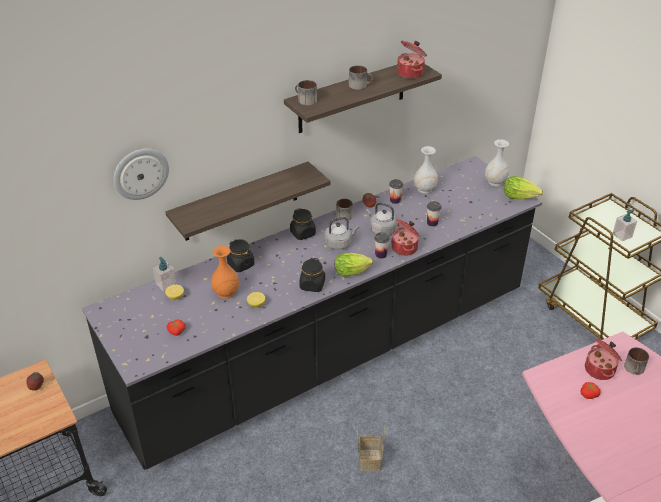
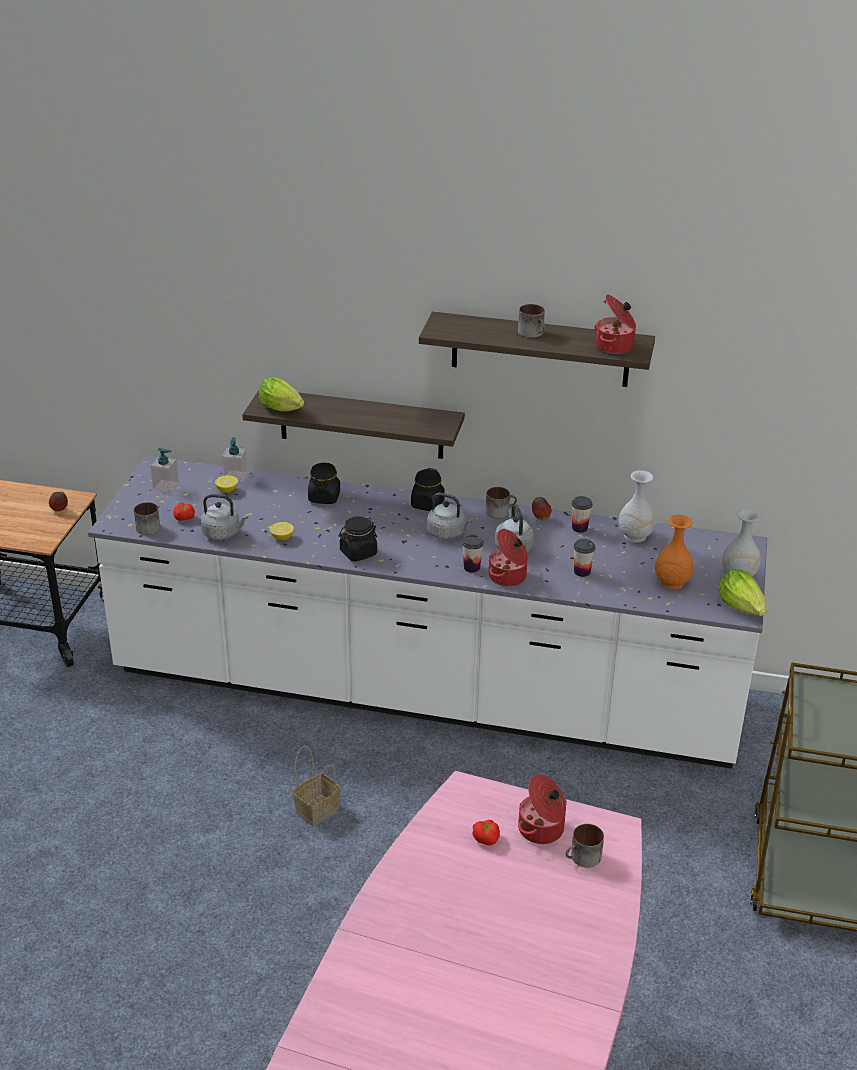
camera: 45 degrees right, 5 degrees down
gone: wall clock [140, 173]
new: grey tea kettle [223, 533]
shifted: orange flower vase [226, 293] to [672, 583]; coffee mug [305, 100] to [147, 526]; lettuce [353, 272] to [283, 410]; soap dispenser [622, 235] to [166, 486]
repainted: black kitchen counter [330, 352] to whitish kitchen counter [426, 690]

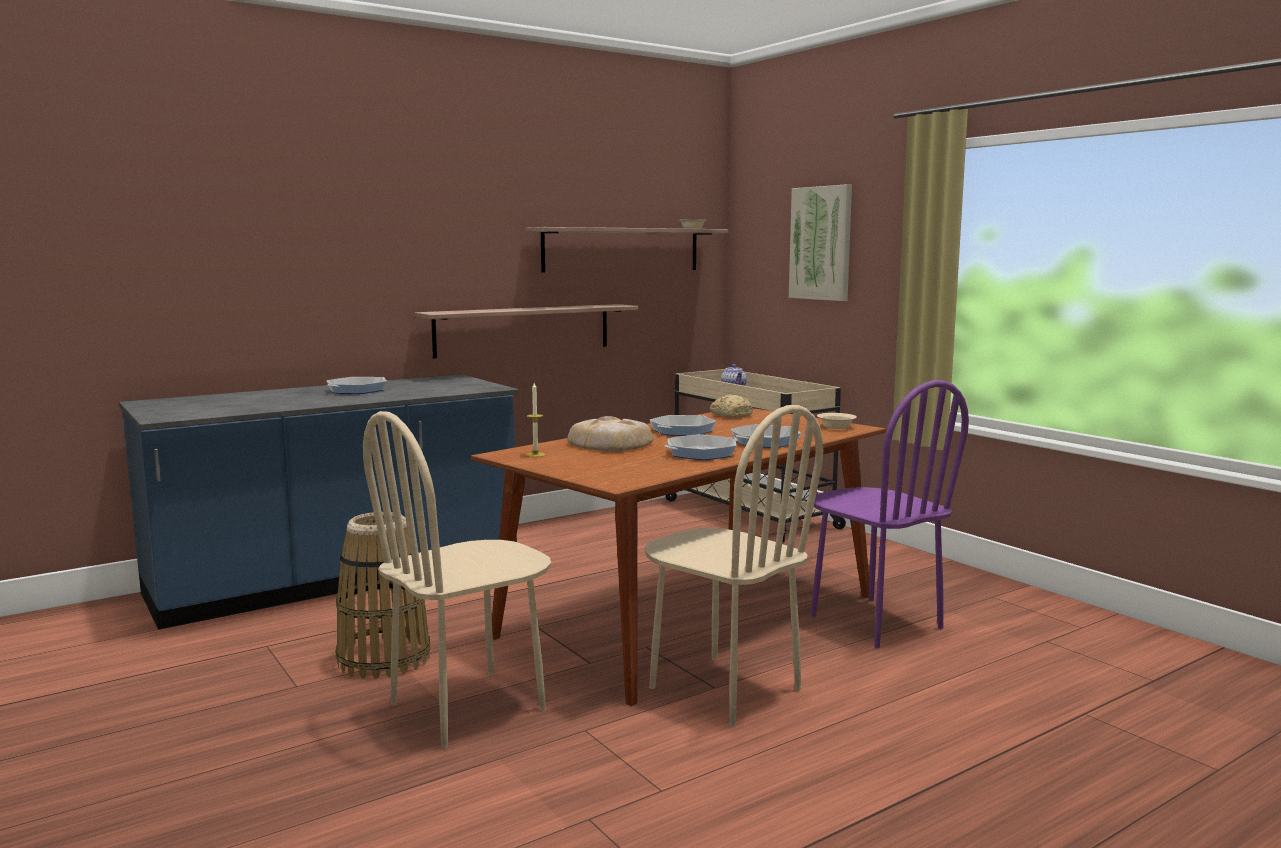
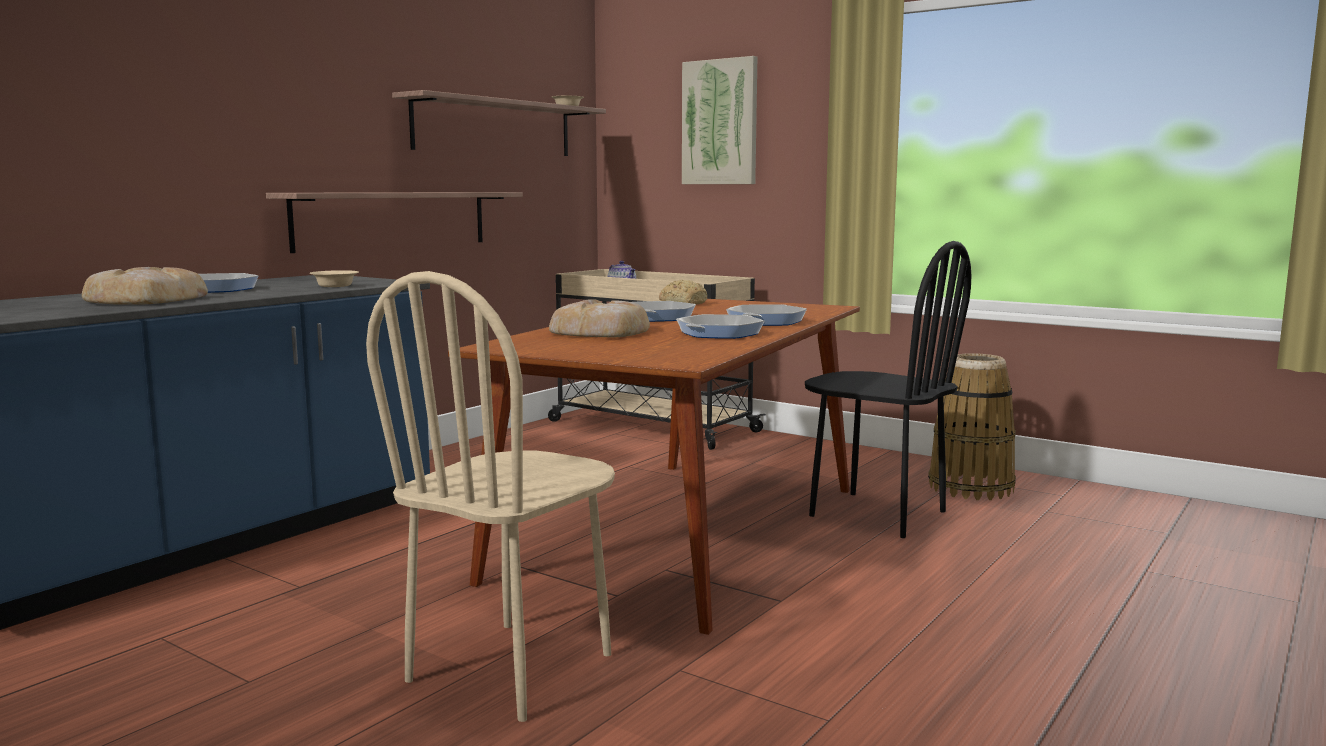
camera: 20 degrees left, 0 degrees up
gone: wax light [535, 455]; sand-coloured plain chair [724, 689]
new: baked bread [144, 300]
shifted: household basket [384, 658] to [970, 487]; sand-coloured bowl [836, 427] to [334, 286]
repainted: purple-coloured plain chair [875, 622] to black plain chair [877, 514]

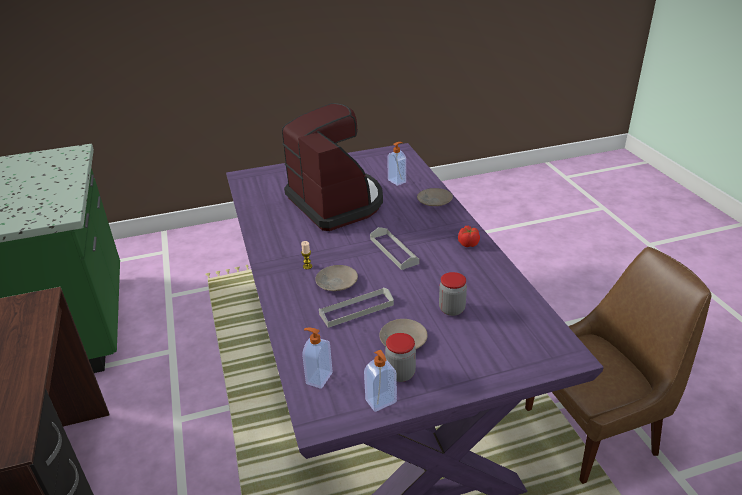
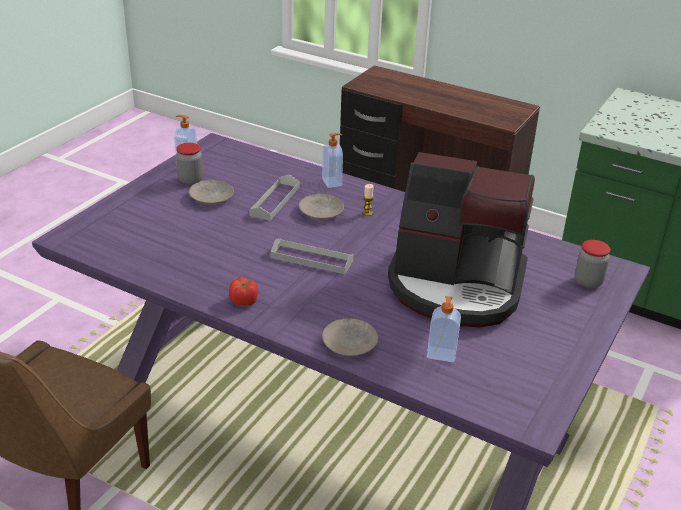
camera: 135 degrees right, 0 degrees up
shifted: soap dispenser [318, 378] to [332, 182]; storage jar [451, 309] to [588, 282]

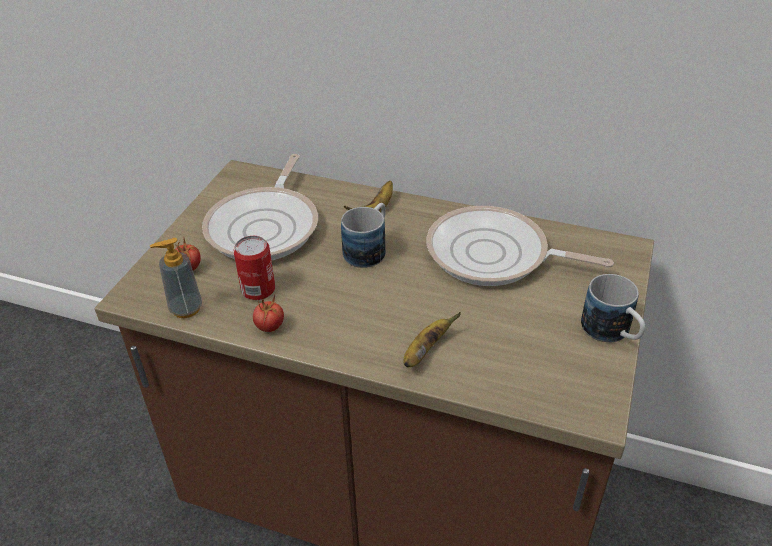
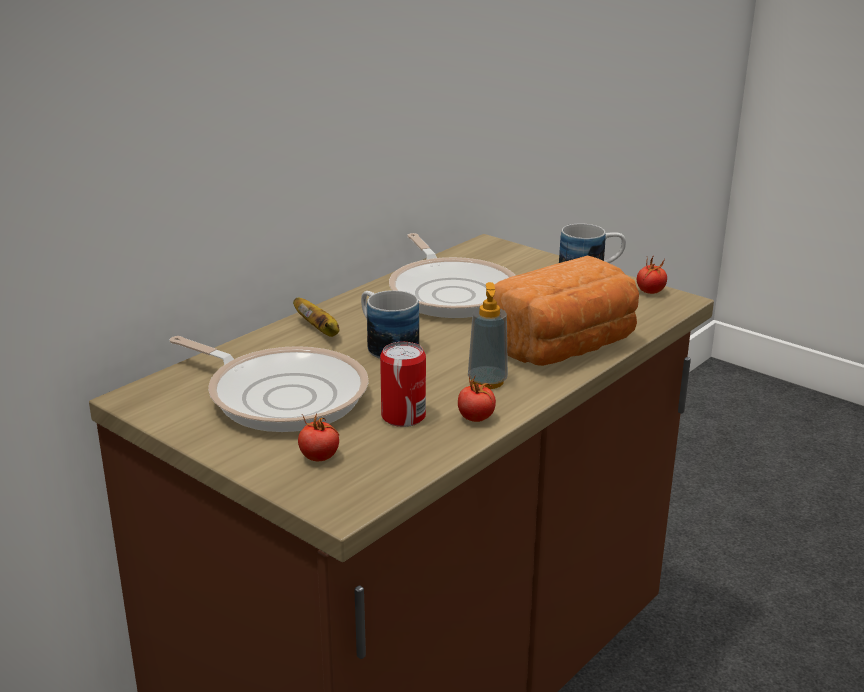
camera: 70 degrees left, 15 degrees down
new: fresh tomato [650, 292]
shifted: soap dispenser [186, 309] to [487, 382]
swapped: whole banana [425, 351] to baked bread [566, 347]
rotated: skillet [494, 255] = [451, 292] 60 degrees counterclockwise

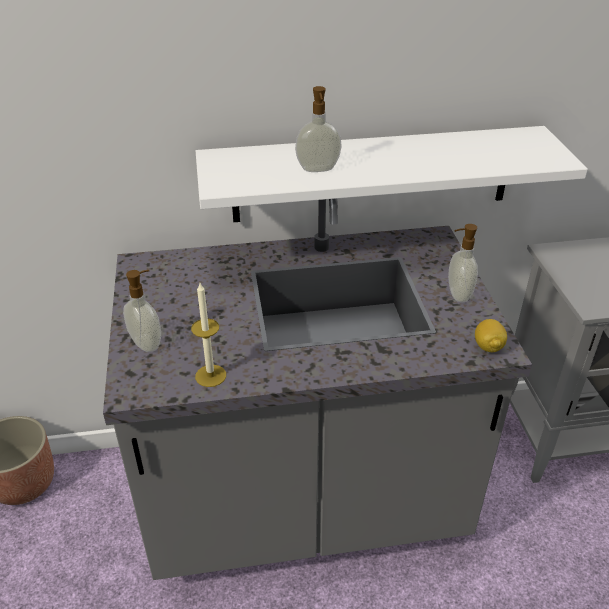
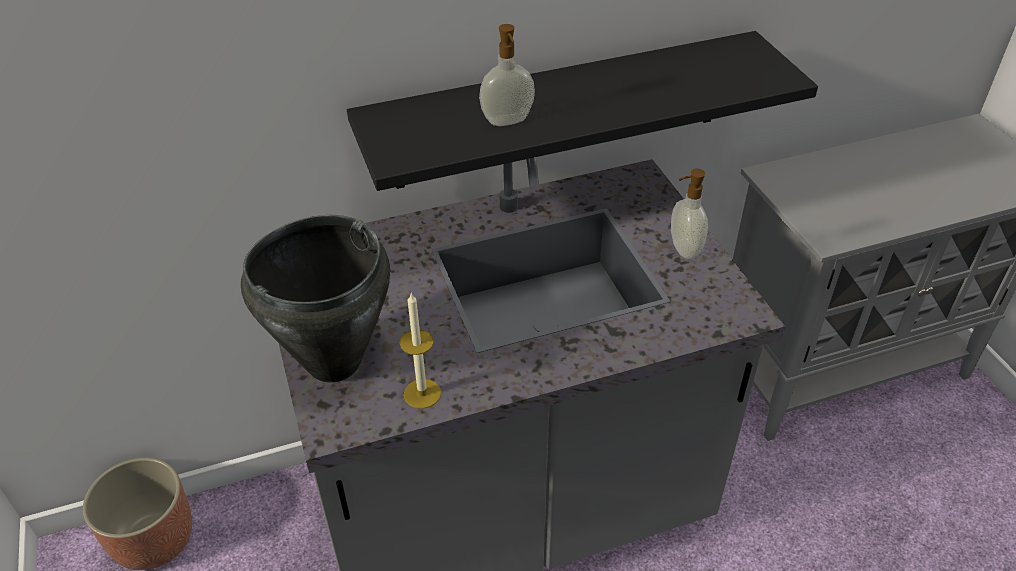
camera: 10 degrees left, 5 degrees up
gone: citrus fruit [488, 346]
swapped: soap dispenser [147, 343] to black cooking pot [332, 362]
repainted: whitish shelf [372, 174] to black shelf [561, 111]

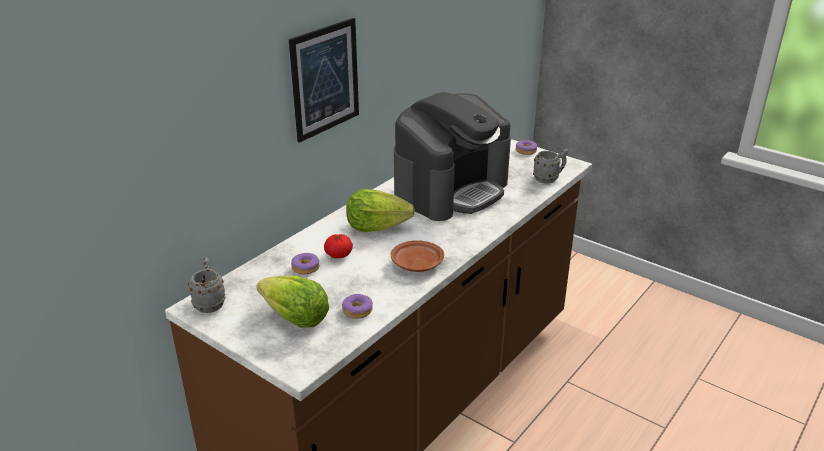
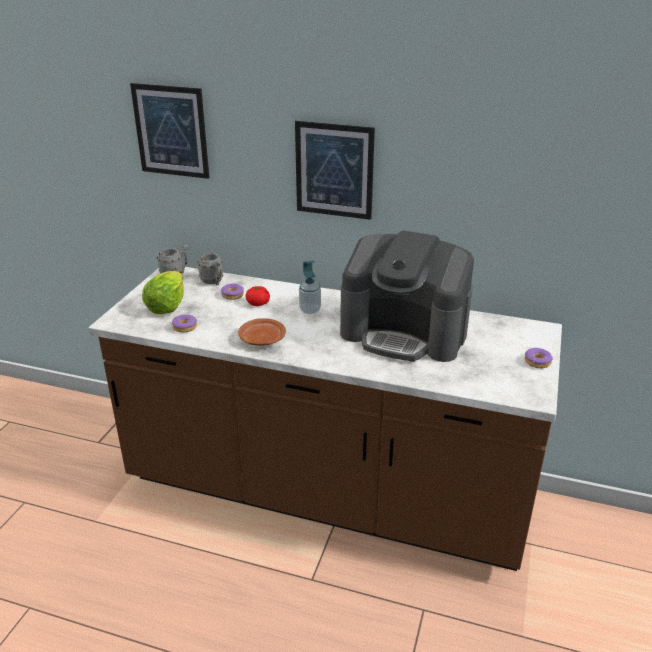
camera: 70 degrees right, 0 degrees up
new: picture [171, 131]
shifted: grey coffee mug [549, 179] to [213, 282]
swapped: lettuce [376, 227] to soap dispenser [310, 310]

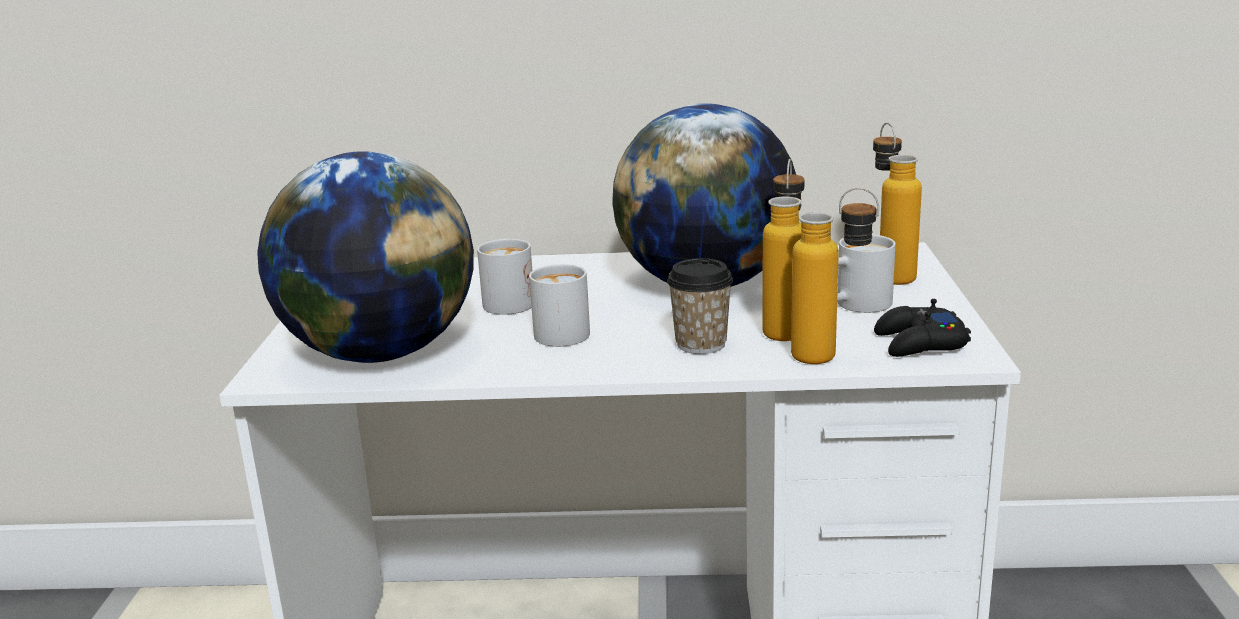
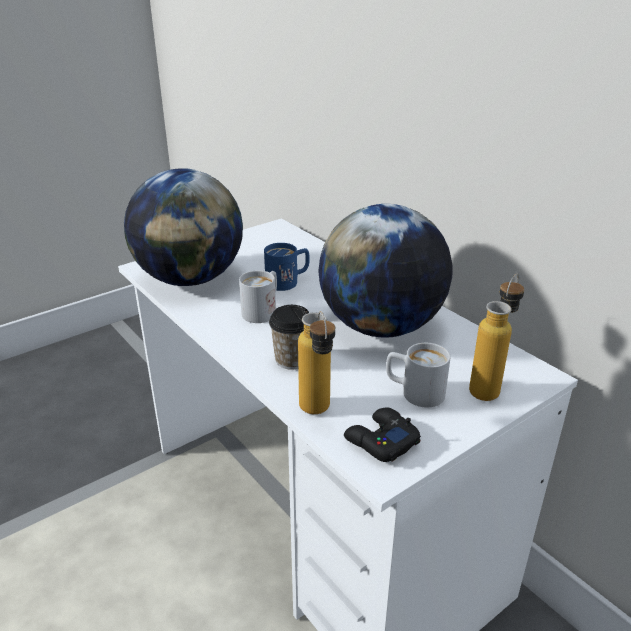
camera: 50 degrees right, 10 degrees up
gone: drink bottle [785, 327]
repainted: whitish coffee mug [512, 300] to blue coffee mug [288, 281]

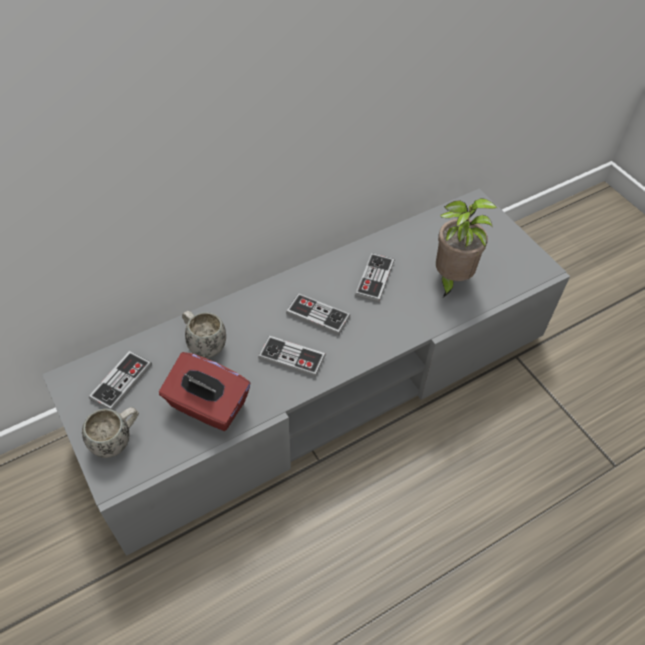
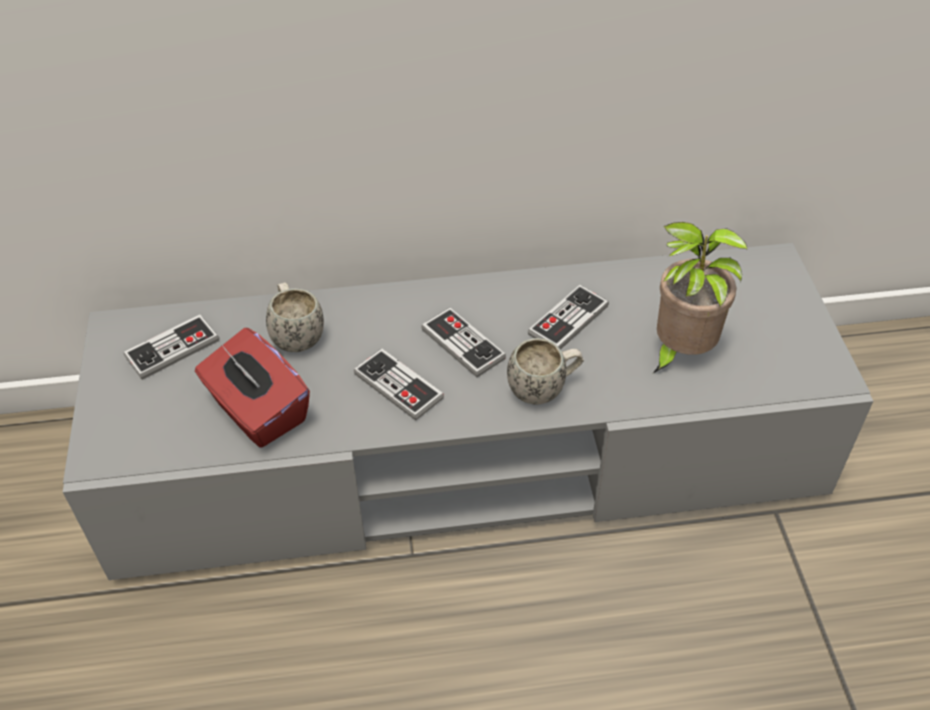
camera: 25 degrees right, 5 degrees down
shifted: whitish coffee mug [117, 439] to [544, 389]

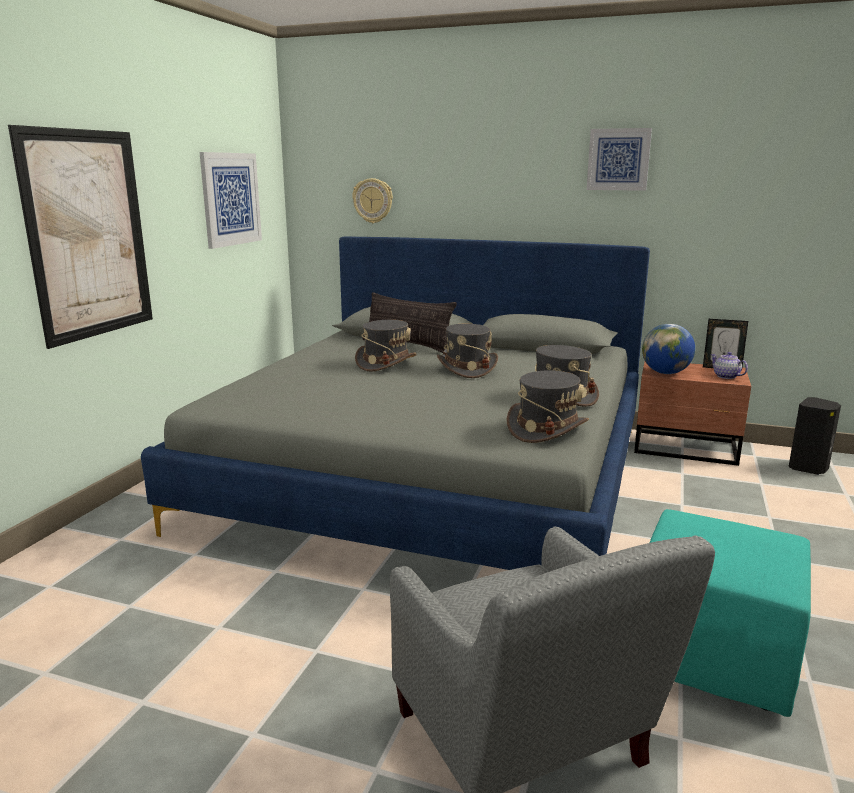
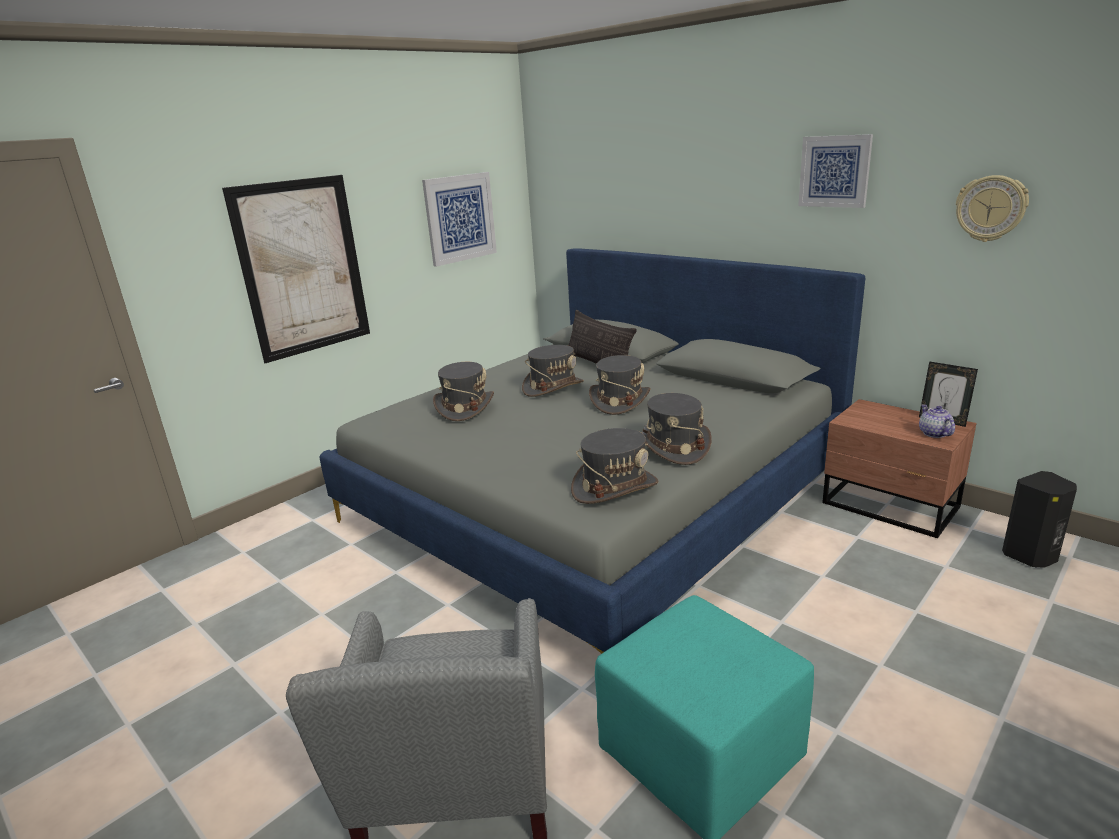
camera: 25 degrees right, 5 degrees up
gone: world globe [665, 373]
new: grey clothing hat [464, 407]
shifted: wall clock [373, 200] to [990, 208]

